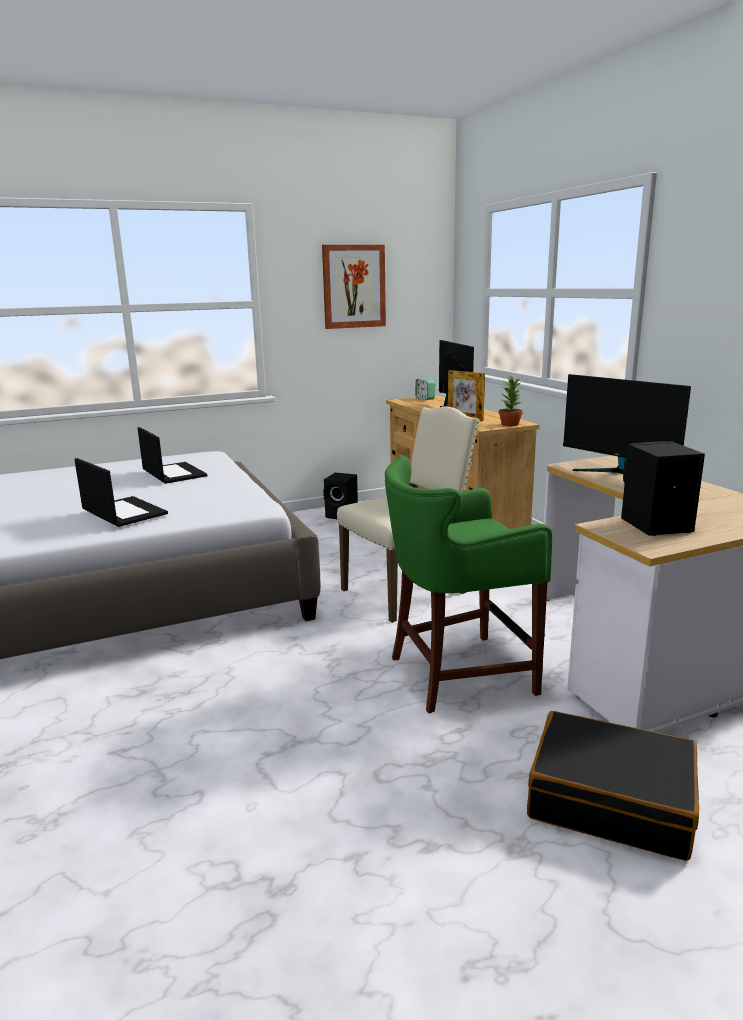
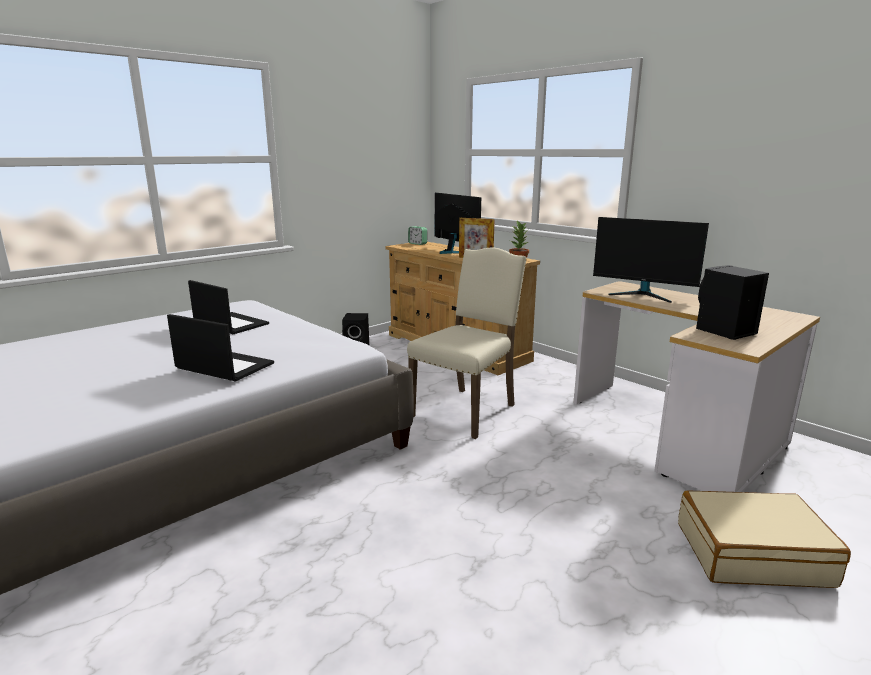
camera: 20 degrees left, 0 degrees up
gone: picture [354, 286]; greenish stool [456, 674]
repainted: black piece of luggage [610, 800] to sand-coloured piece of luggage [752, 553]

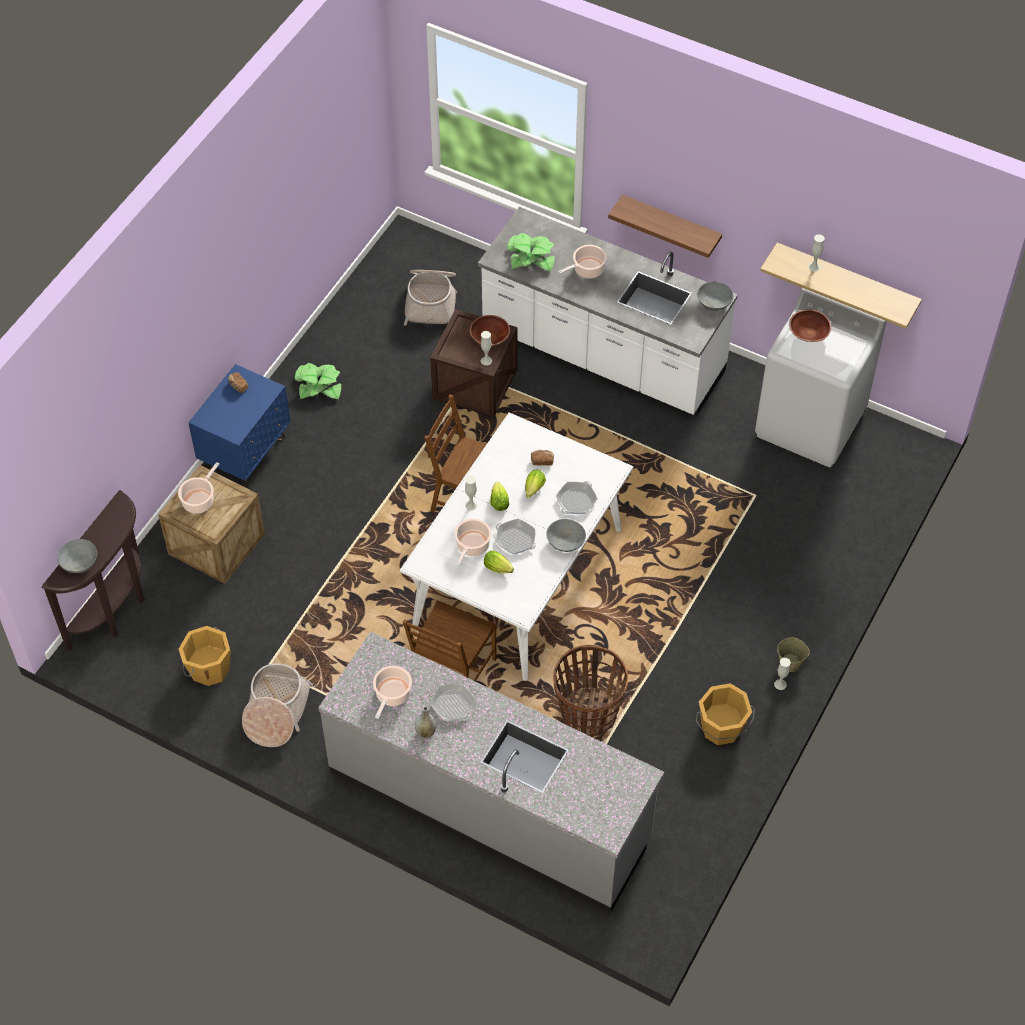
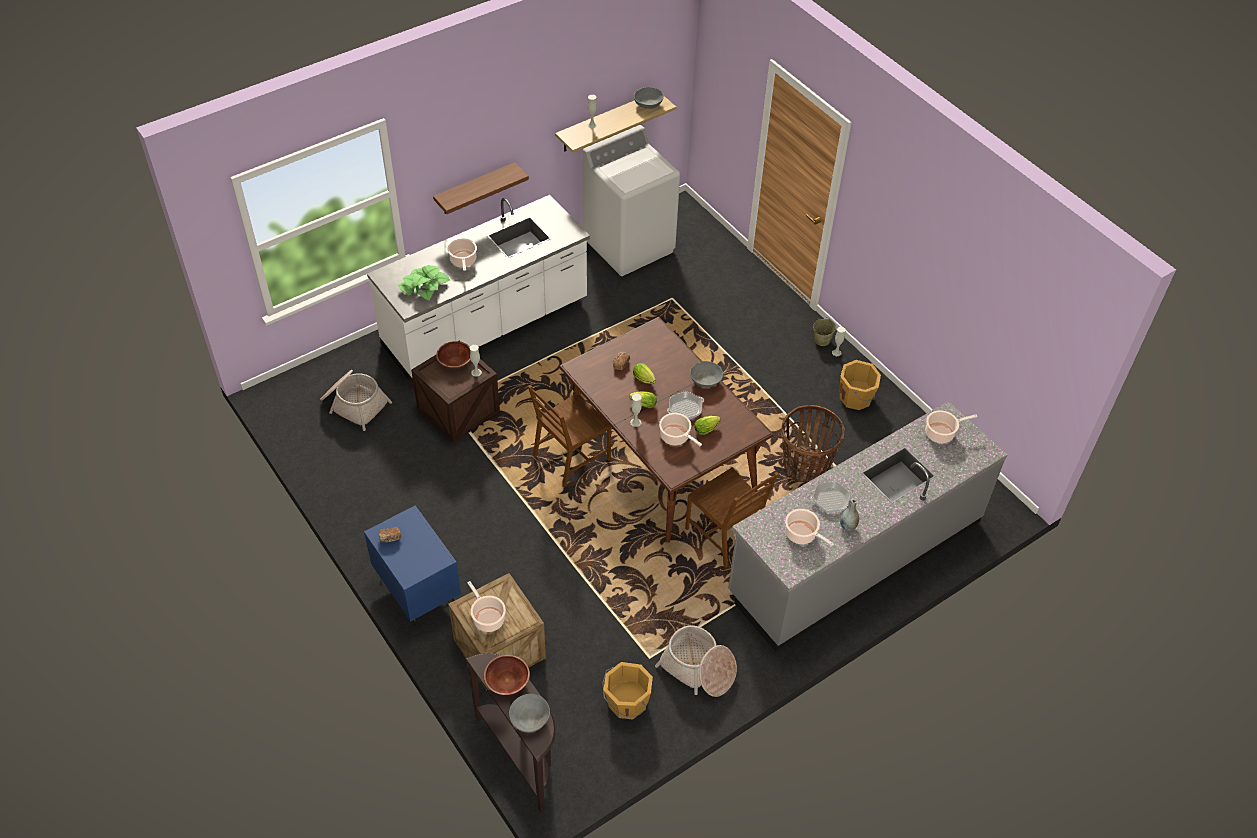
camera: 65 degrees left, 5 degrees down
gone: houseplant [319, 385]; skillet [576, 500]
new: cooking pot [941, 433]
shifted: grey bowl [714, 303] to [648, 104]; brownish bowl [808, 333] to [507, 681]
repainted: whitish kitchen table [518, 578] to brownish kitchen table [661, 458]

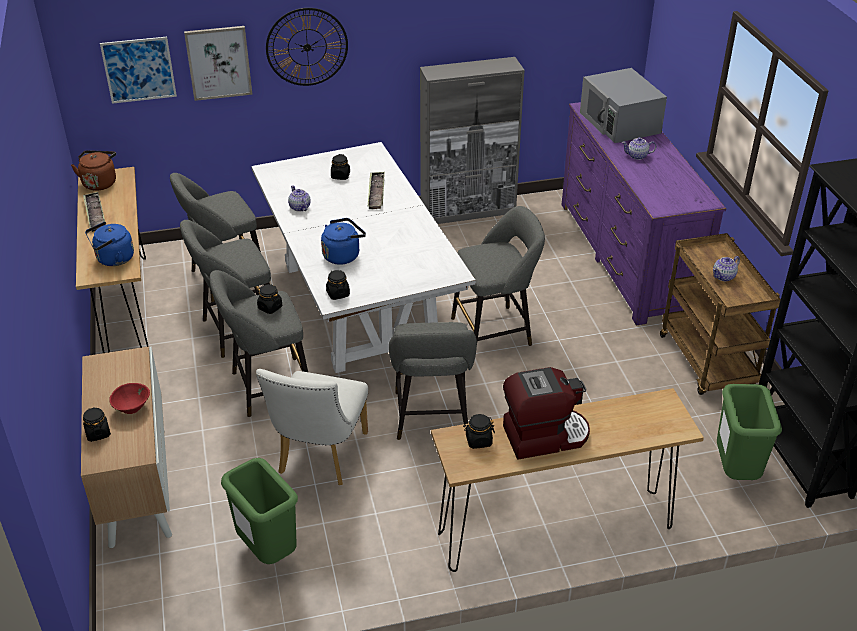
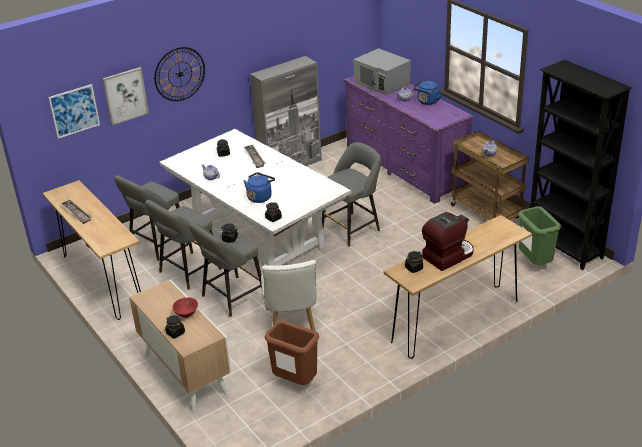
camera: 20 degrees left, 5 degrees down
gone: brownish tea kettle [100, 182]; grey stool [432, 418]
shifted: blue tea kettle [113, 259] to [427, 102]
repainted: greenish waste bin [267, 551] to brownish waste bin [294, 382]

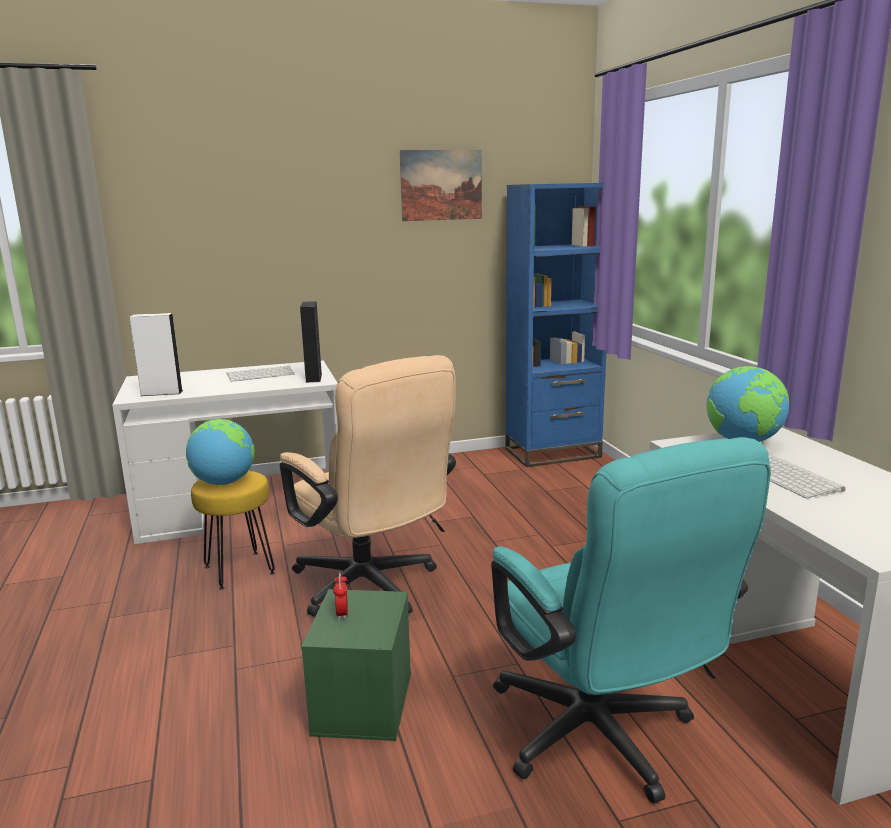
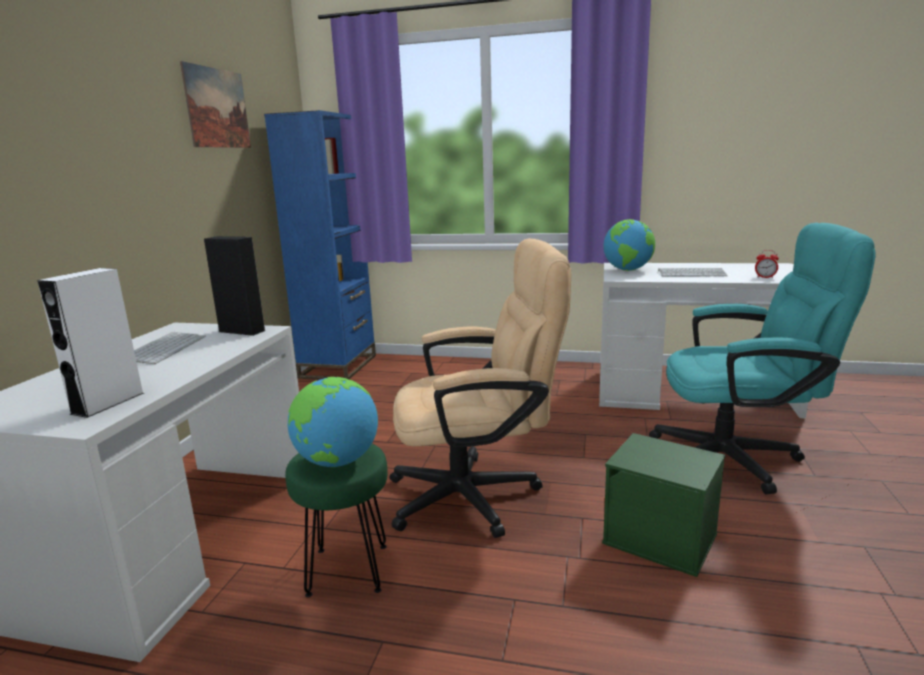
camera: 60 degrees left, 0 degrees up
shifted: alarm clock [342, 613] to [765, 277]
repainted: yellowish stool [239, 570] to greenish stool [348, 570]

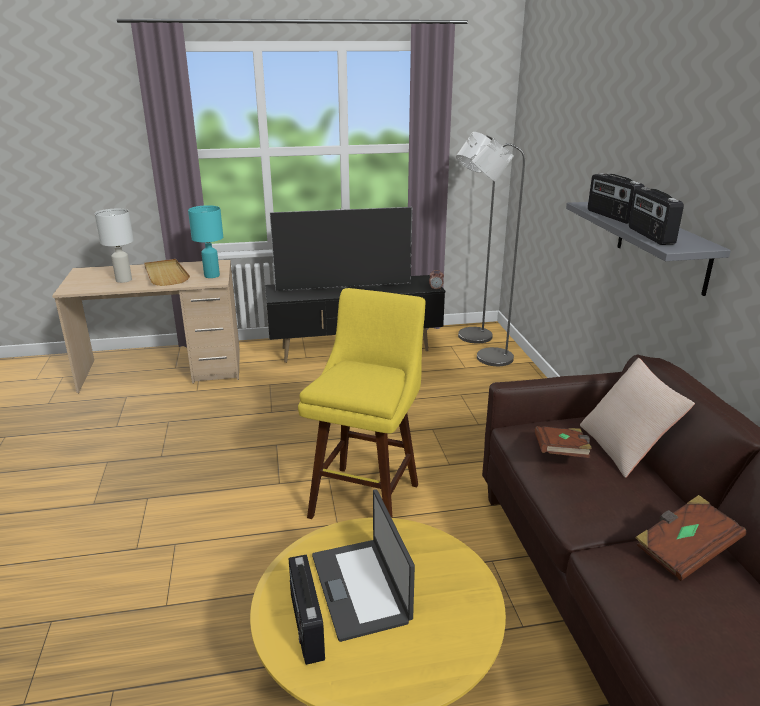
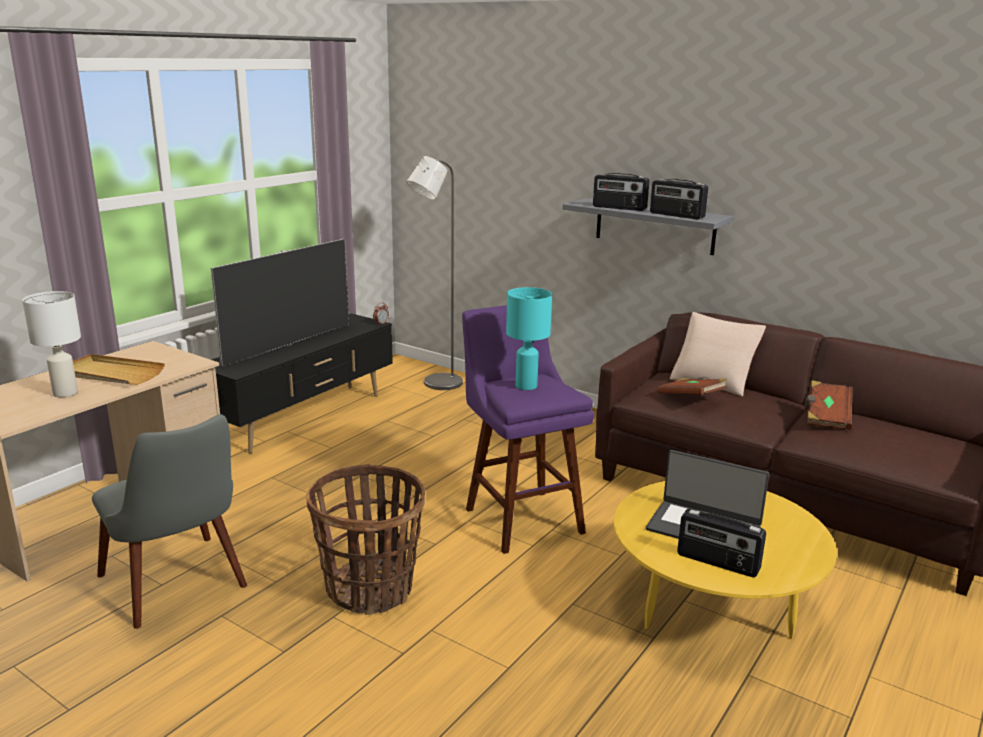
camera: 45 degrees left, 5 degrees down
gone: grey floor lamp [470, 338]
new: grey plain chair [181, 589]; household basket [370, 589]
shifted: blue-green lamp for a table [212, 276] to [527, 386]
repainted: yellowish stool [367, 495] to purple-coloured stool [520, 517]

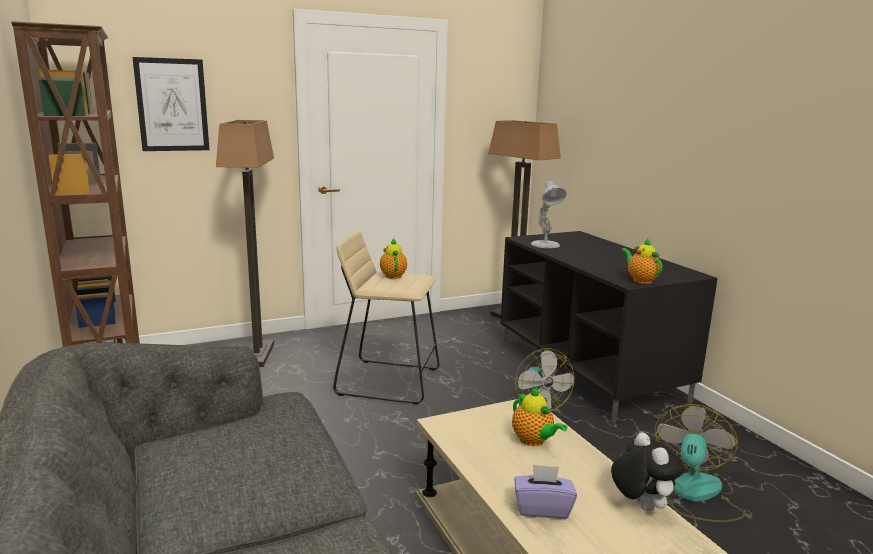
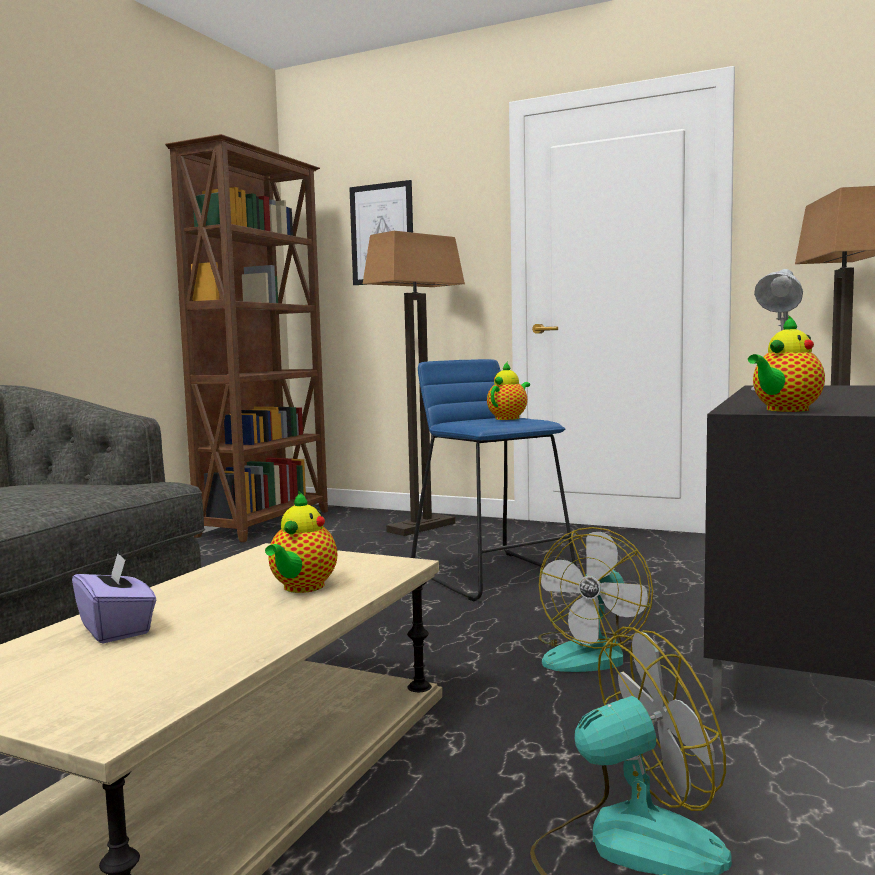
camera: 50 degrees right, 10 degrees down
gone: soft toy [640, 506]
repainted: sand-coloured stool [388, 381] to blue stool [493, 575]
rotated: tea pot [640, 280] = [784, 410] 150 degrees counterclockwise

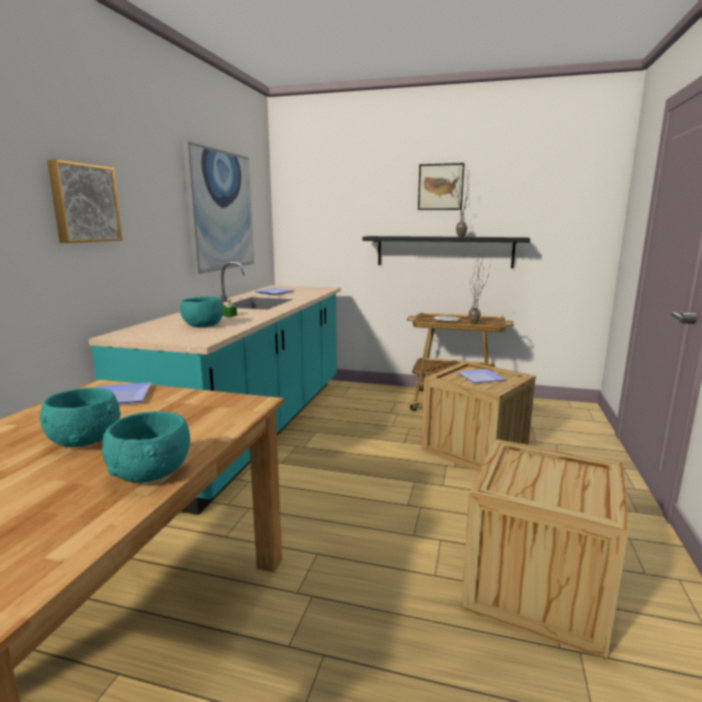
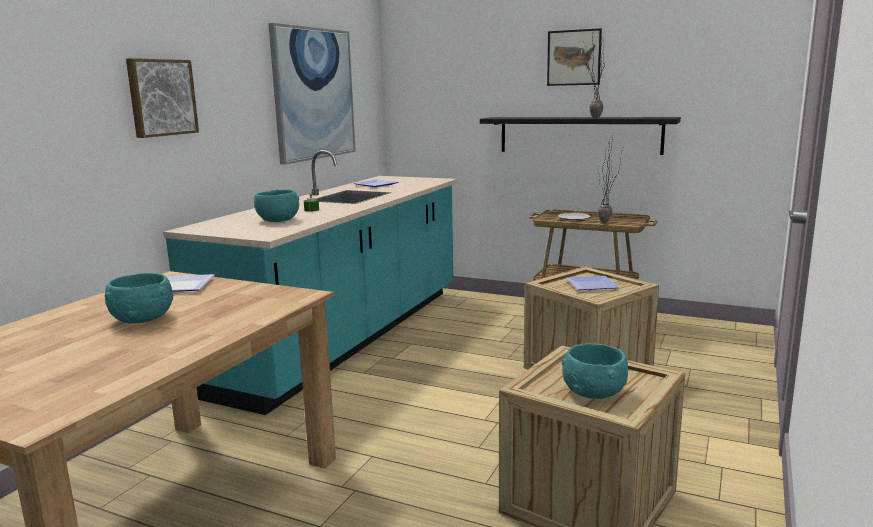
camera: 10 degrees right, 0 degrees up
shifted: blue-green bowl [152, 473] to [595, 392]

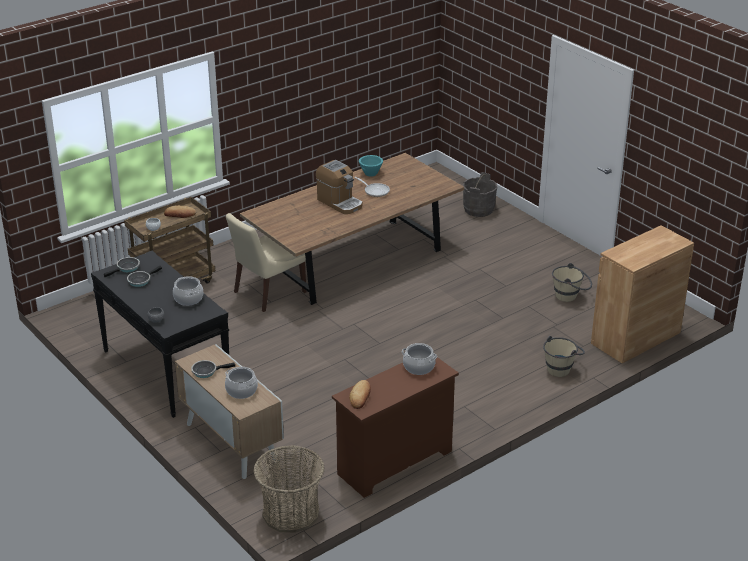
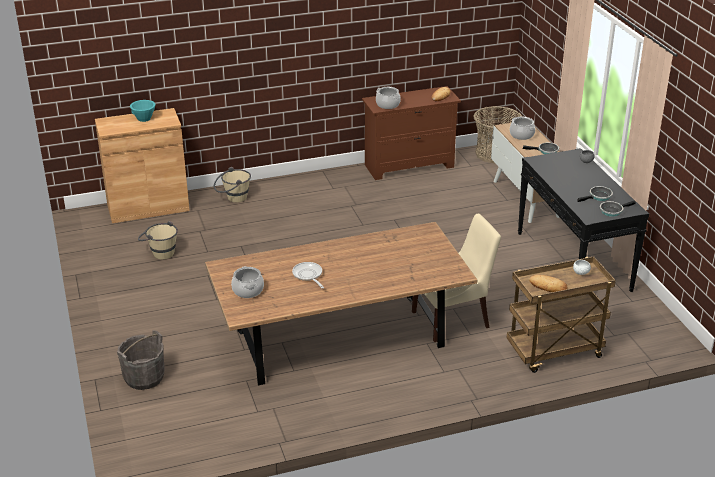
camera: 160 degrees left, 0 degrees up
gone: coffee maker [340, 203]
shifted: cooking pot [188, 299] to [248, 290]; blue-green bowl [370, 173] to [144, 118]

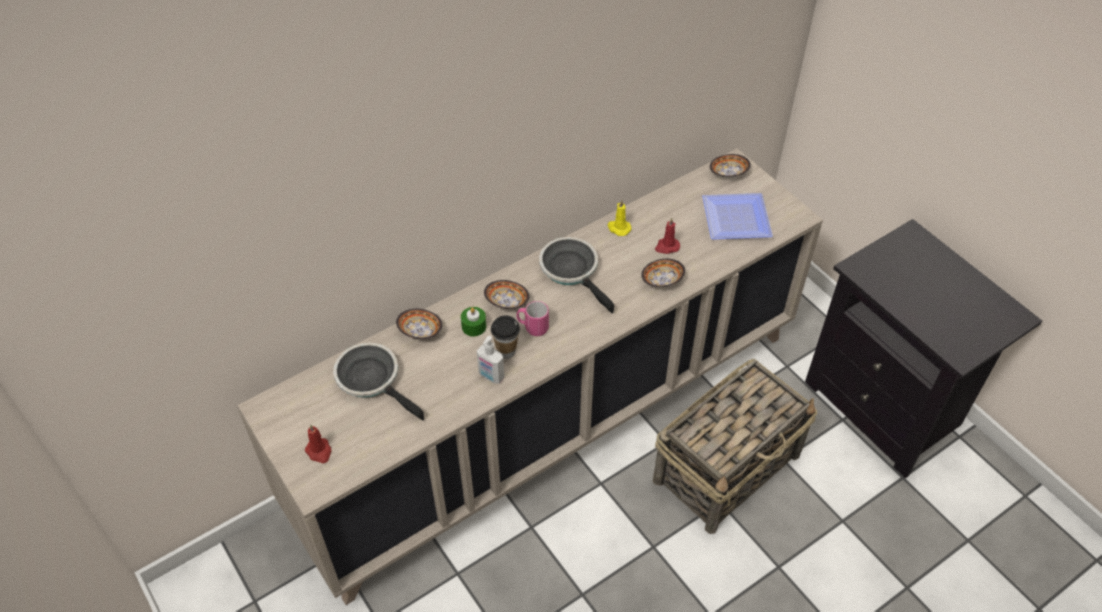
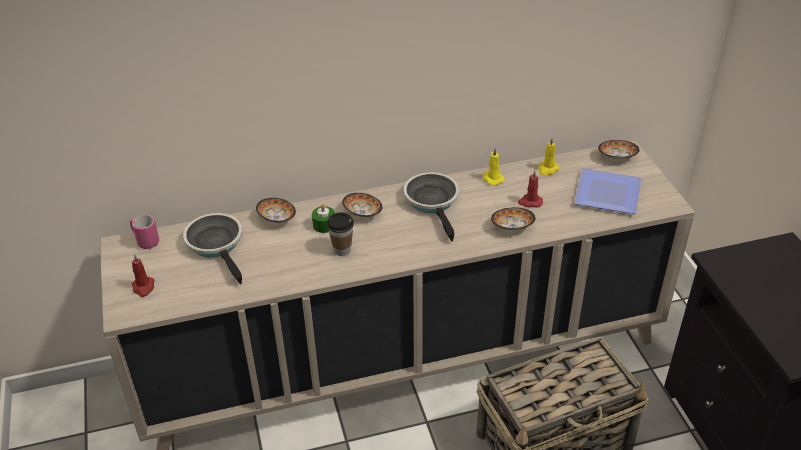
camera: 20 degrees right, 10 degrees down
gone: soap dispenser [491, 376]
new: yellowish wax light [547, 169]
shifted: pinkish coffee mug [532, 327] to [145, 241]

